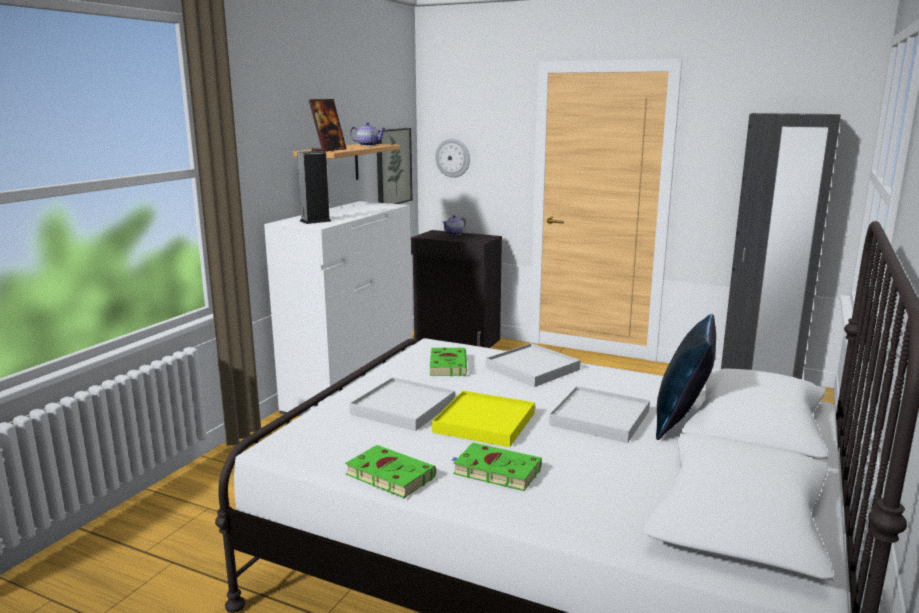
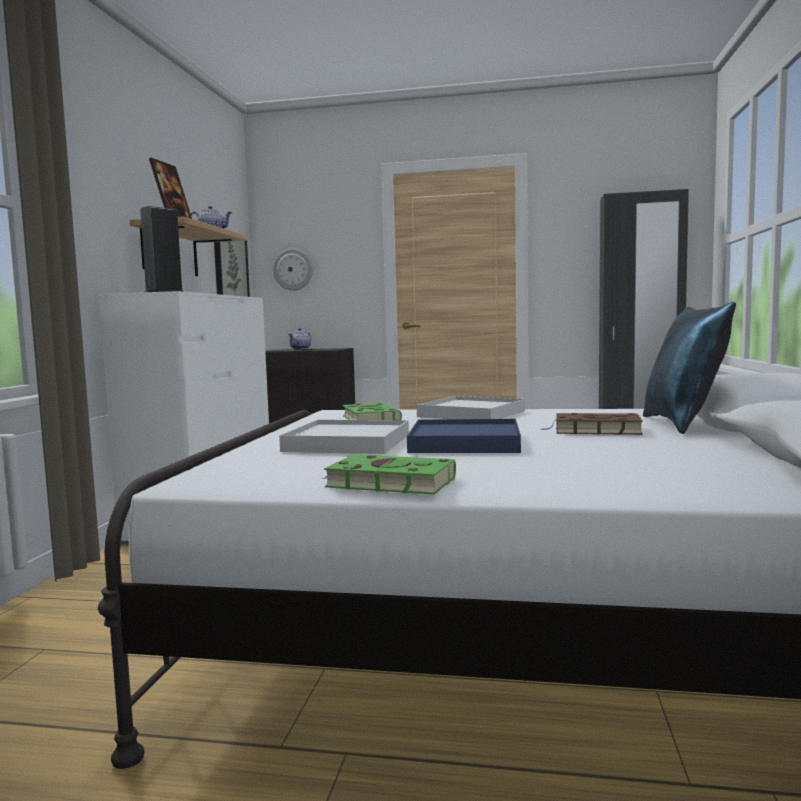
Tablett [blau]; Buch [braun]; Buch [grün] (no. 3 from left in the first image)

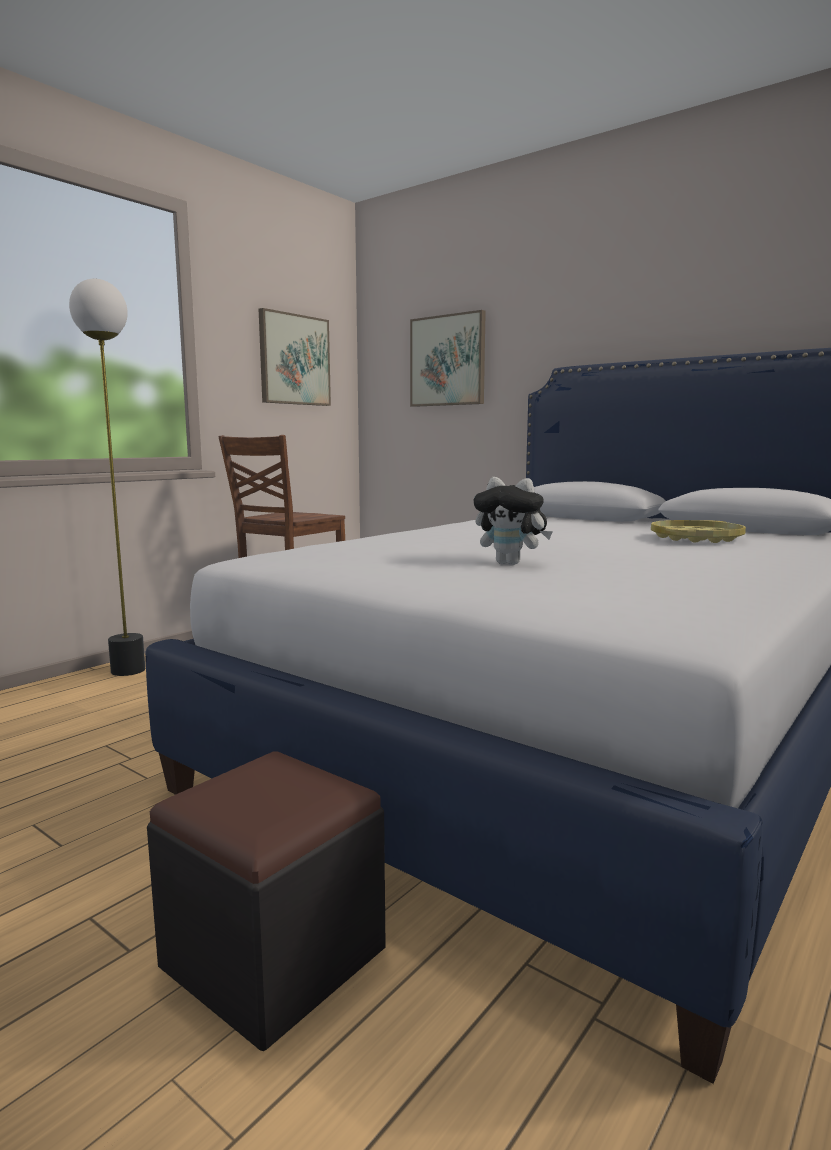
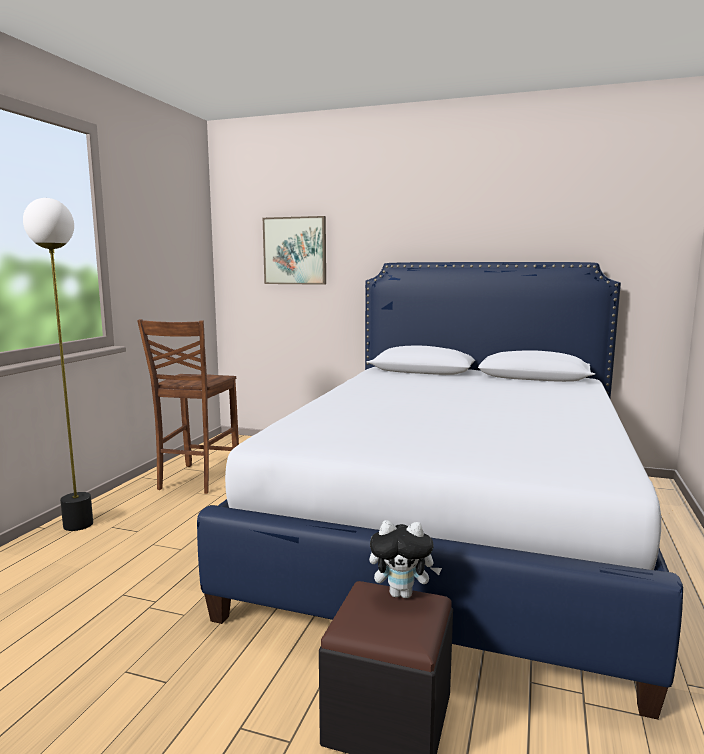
Plüschtier; Bild (no. 1 from left in the first image); Tablett [gelb]

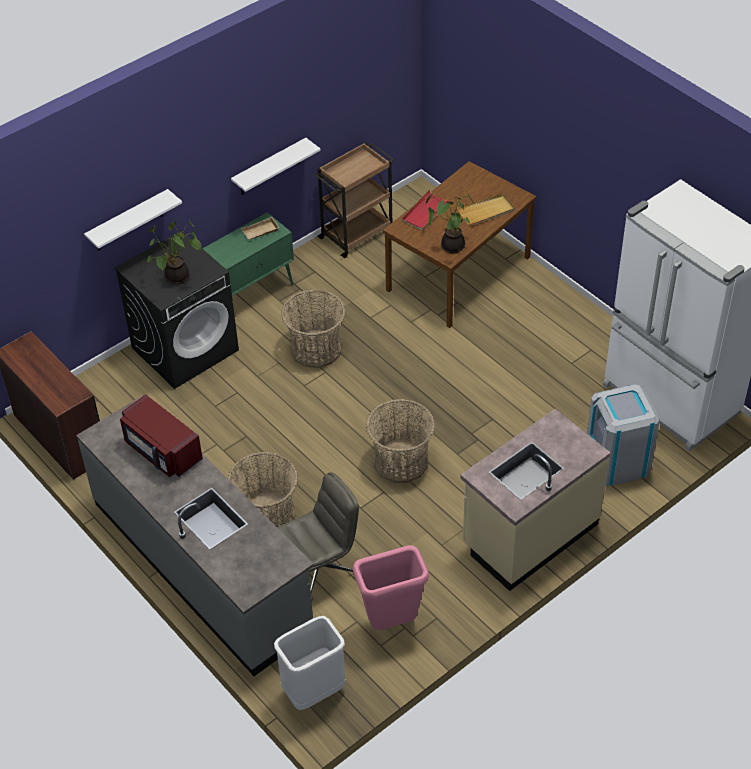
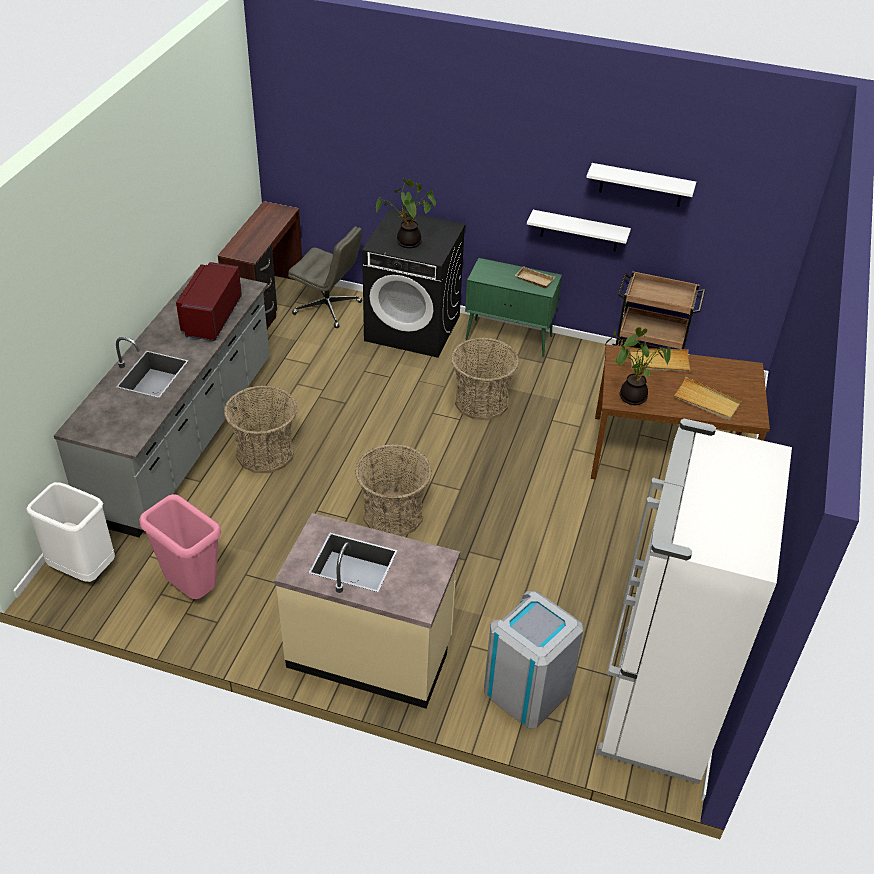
Bürostuhl [grau]; Wandregal [weiß] (no. 2 from left); Tablett [beige] (no. 2 from left)

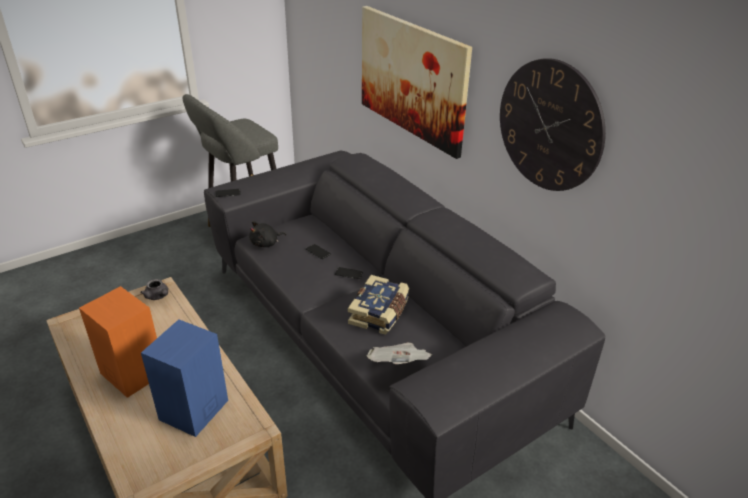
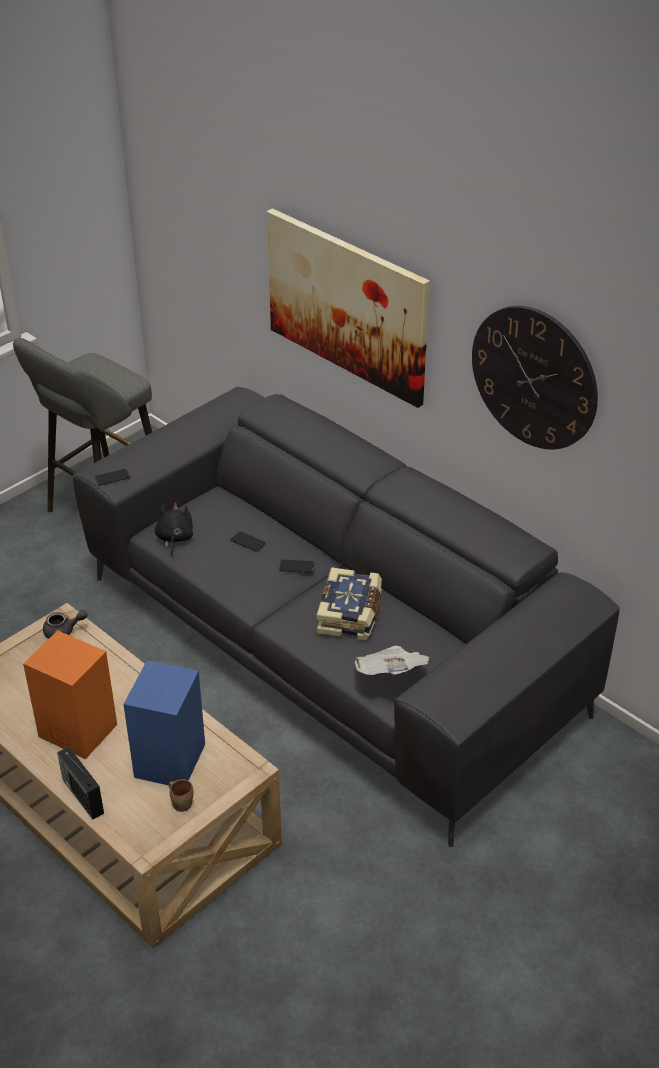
Teekanne [grau]; Radio; Plüschtier [schwarz]; Henkelbecher [braun]

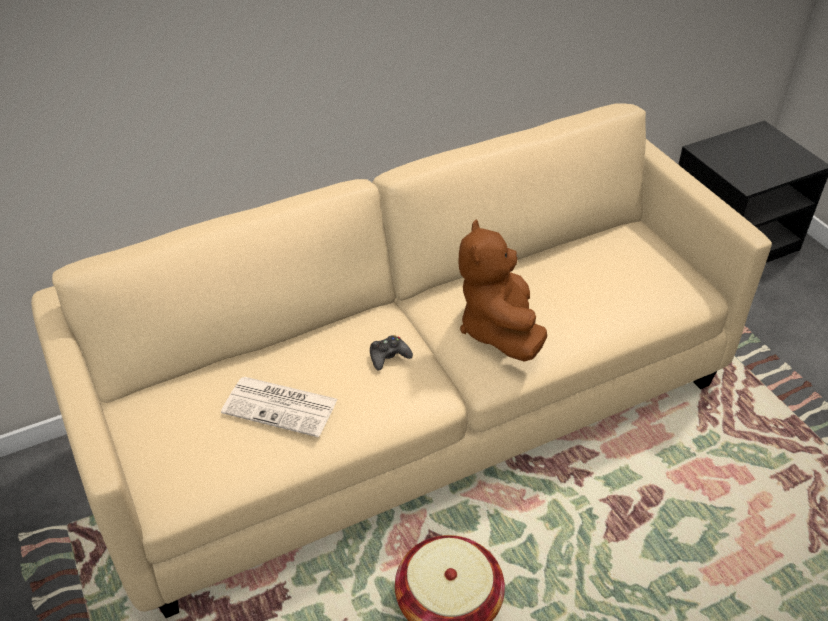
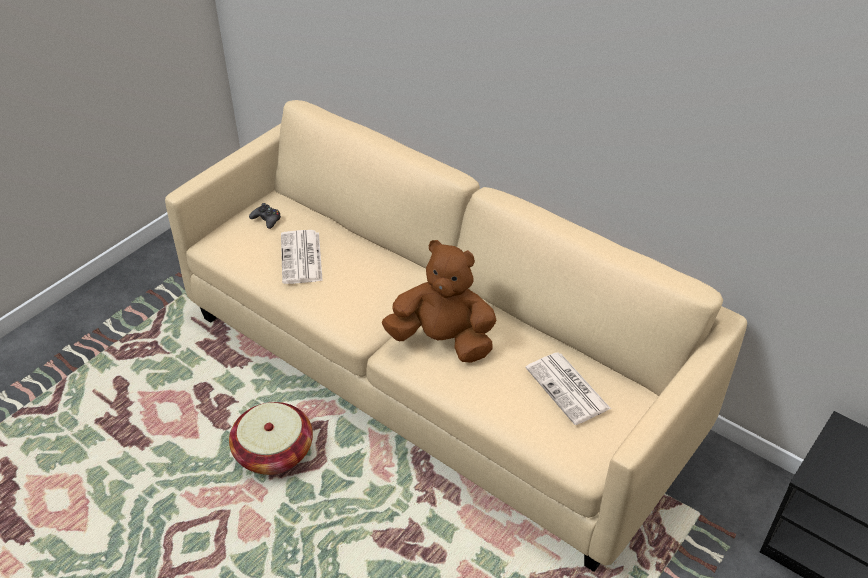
Gamepad [schwarz]; Plüschtier [braun]; Zeitung (no. 2 from left)

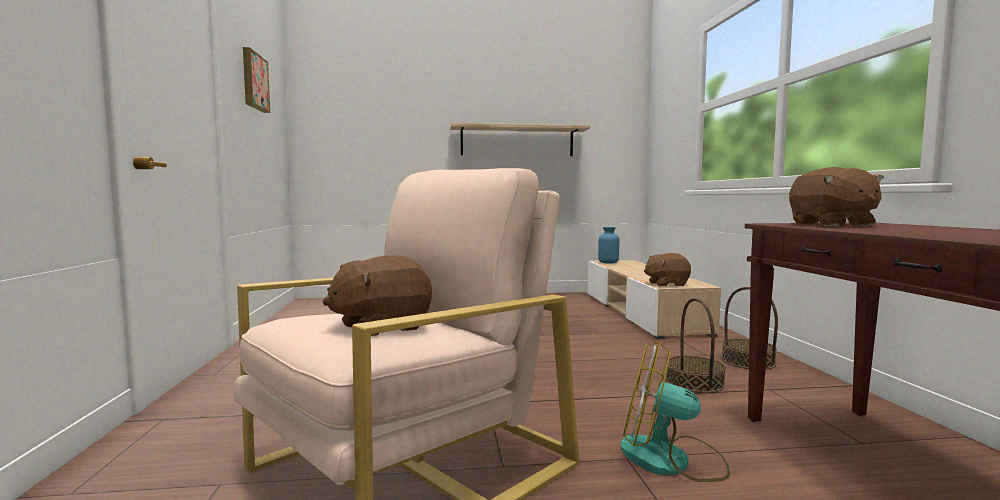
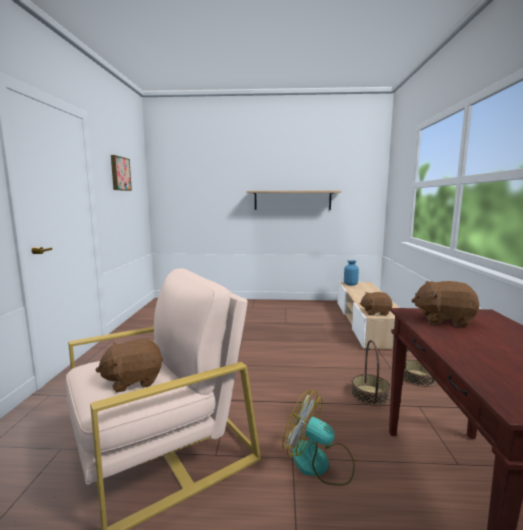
Plüschtier [braun] (no. 3 from left)

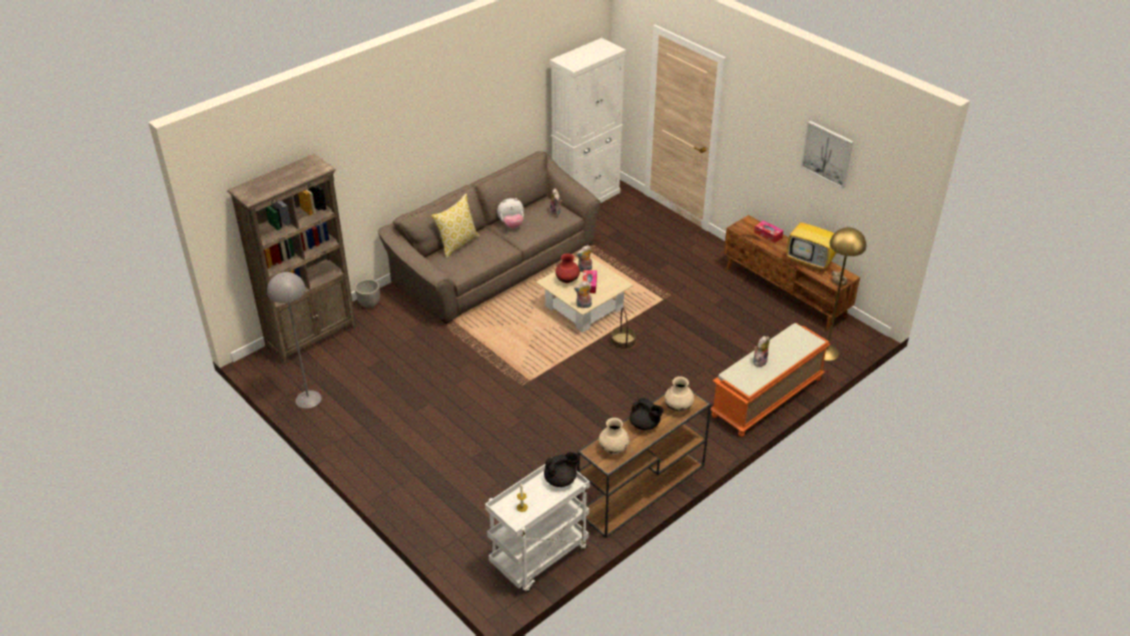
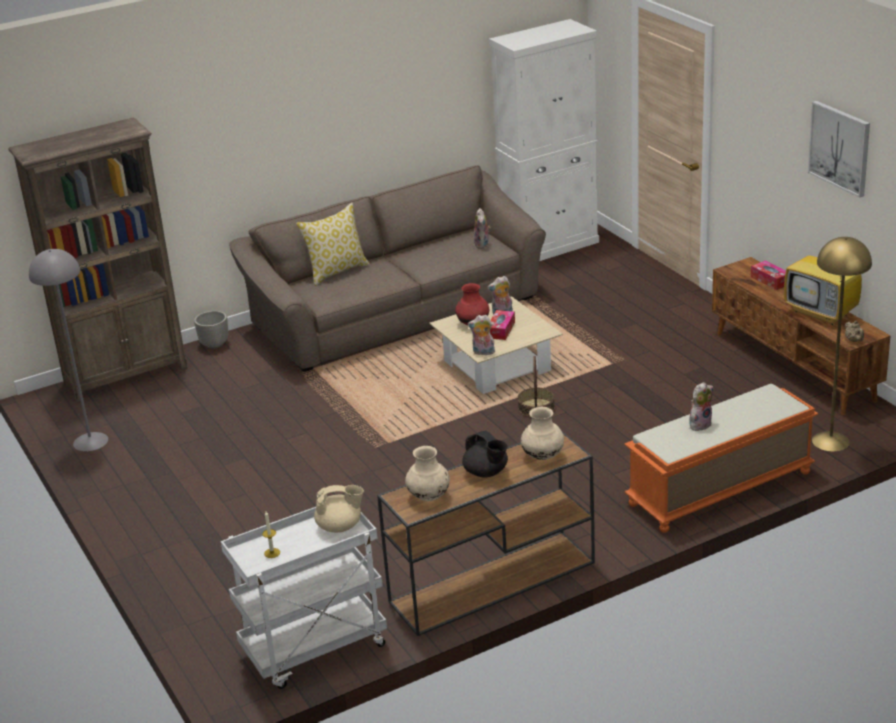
Teekanne [beige] (no. 1 from left); Plüschtier (no. 1 from left in the first image)

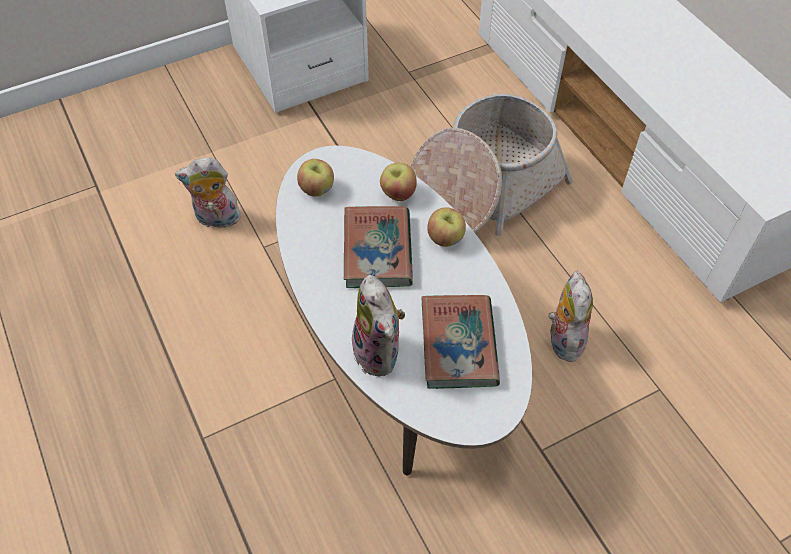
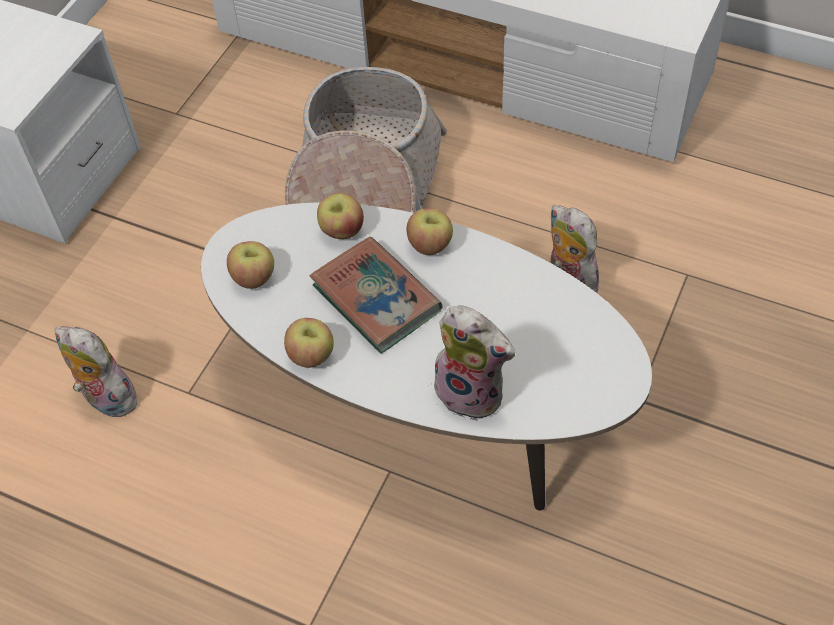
Plüschtier (no. 1 from left); Apfel (no. 2 from left); Buch (no. 2 from left in the first image)

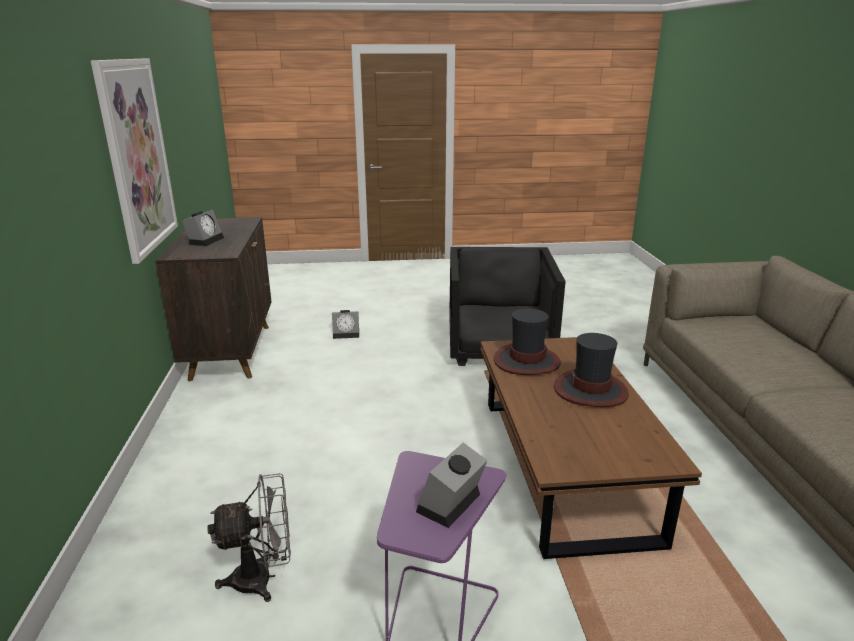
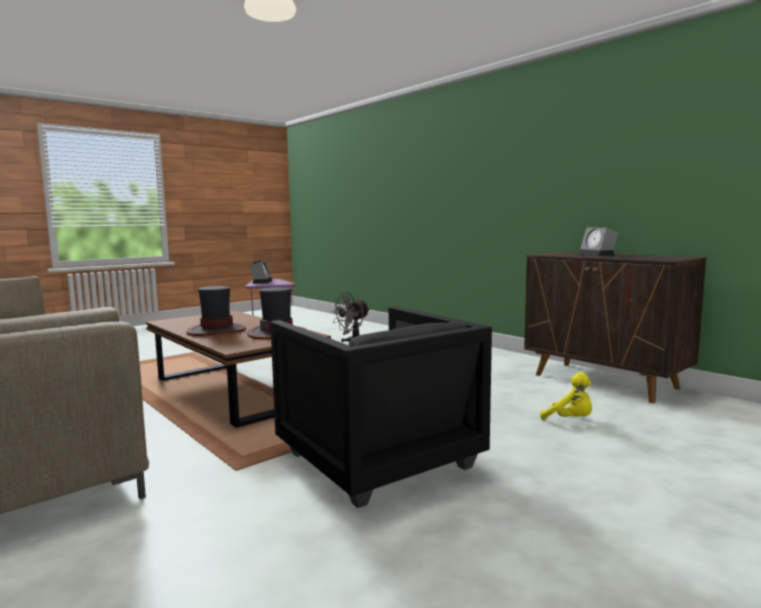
Plüschtier [gelb]; Bild

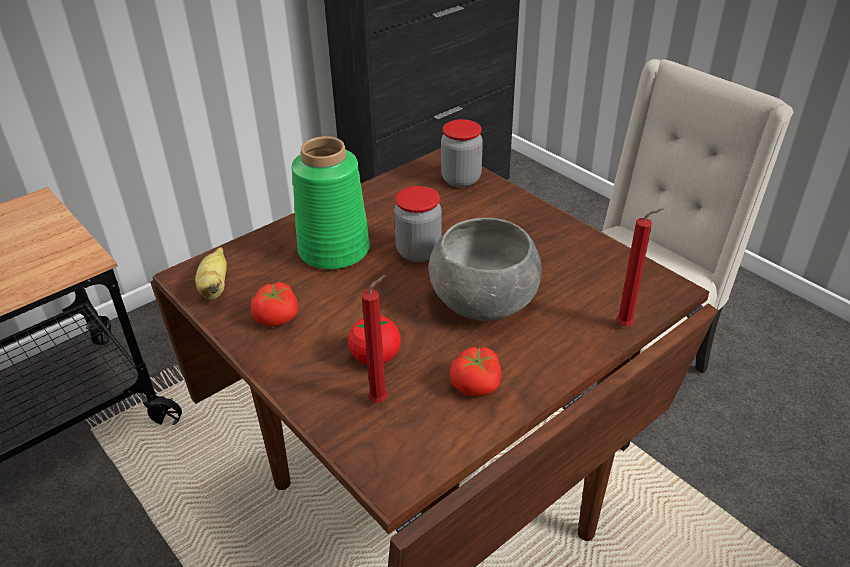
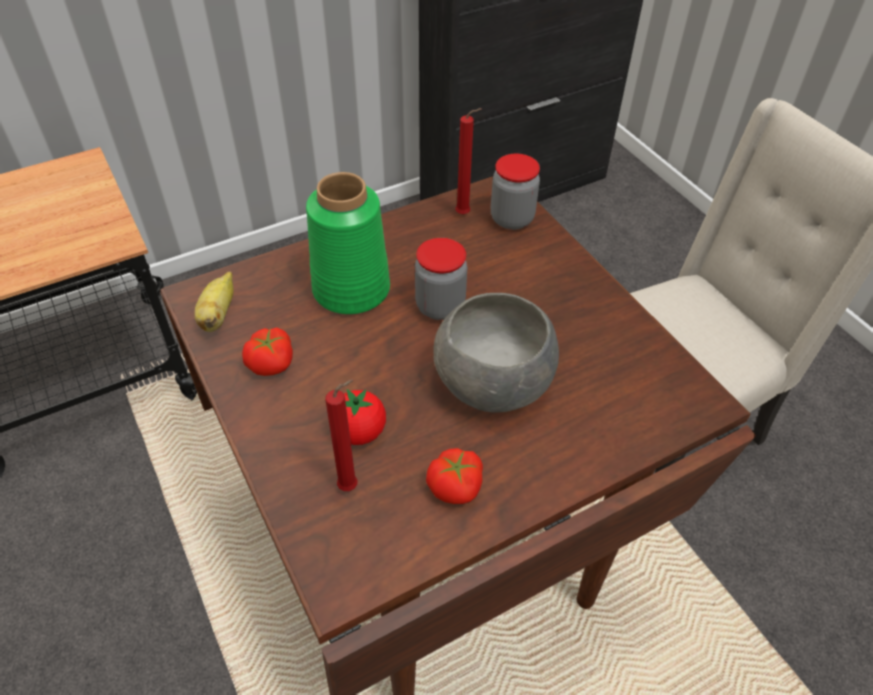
Kerze [rot] (no. 2 from left)

